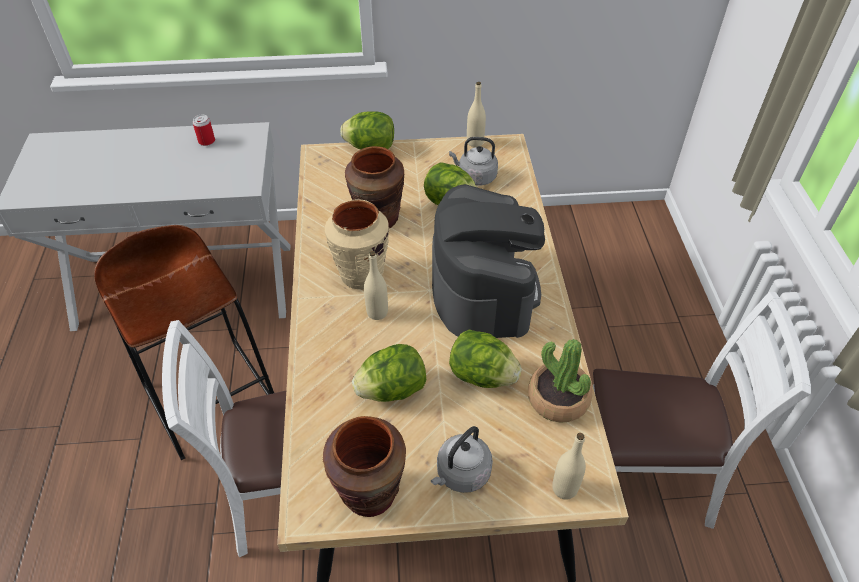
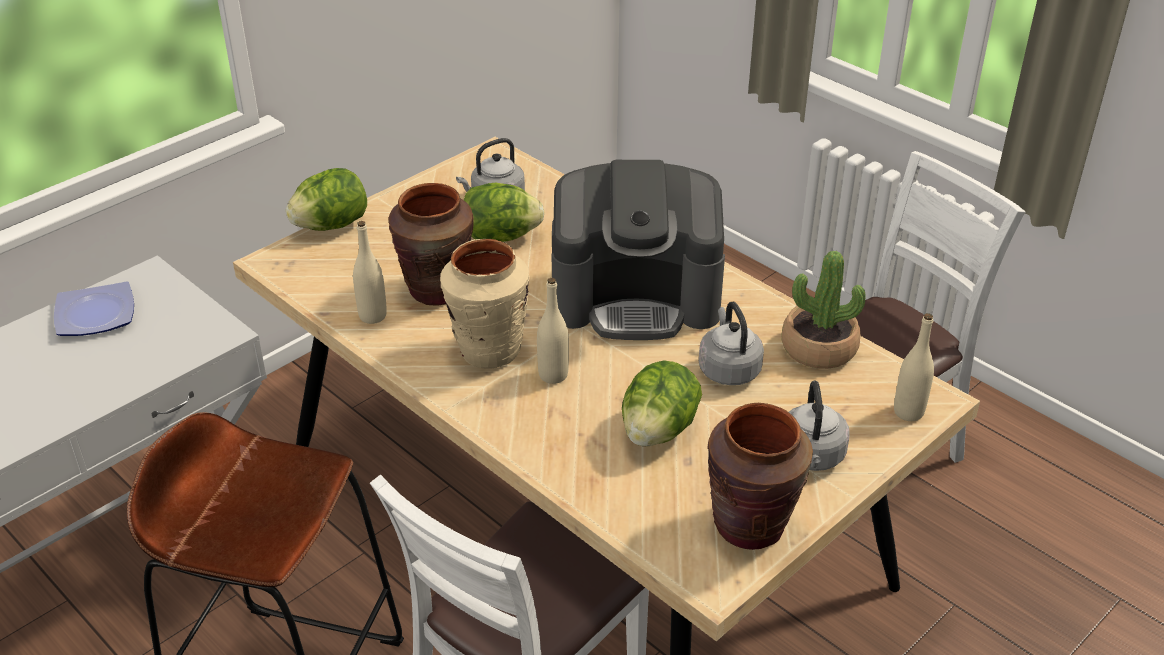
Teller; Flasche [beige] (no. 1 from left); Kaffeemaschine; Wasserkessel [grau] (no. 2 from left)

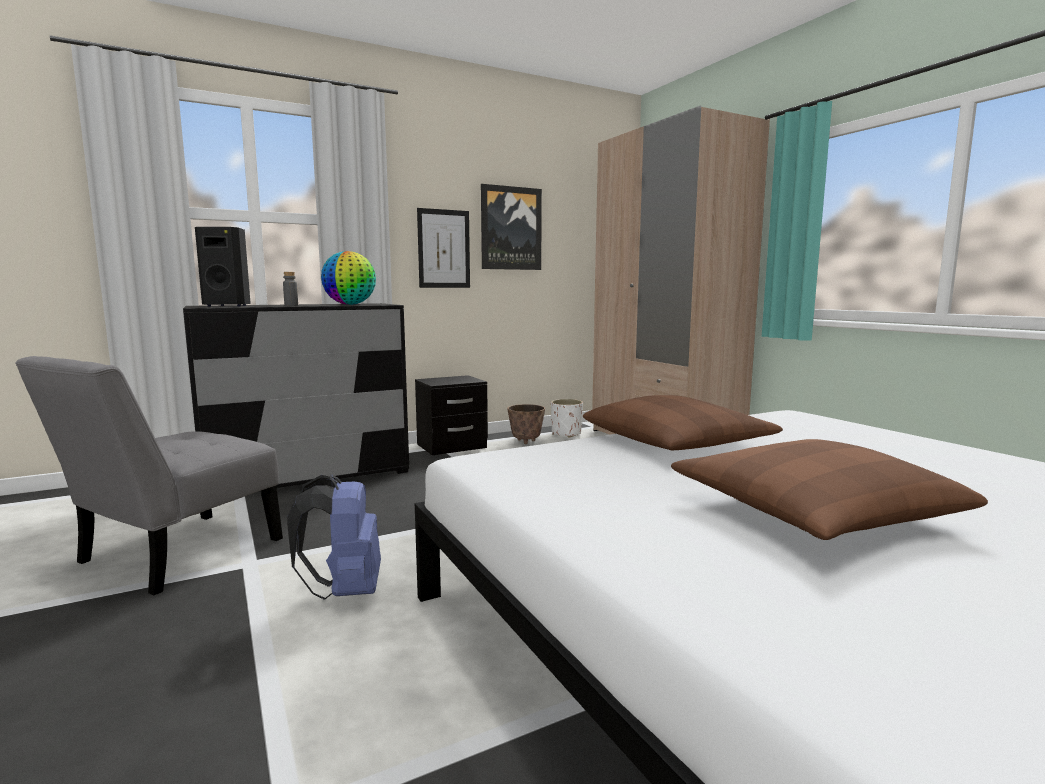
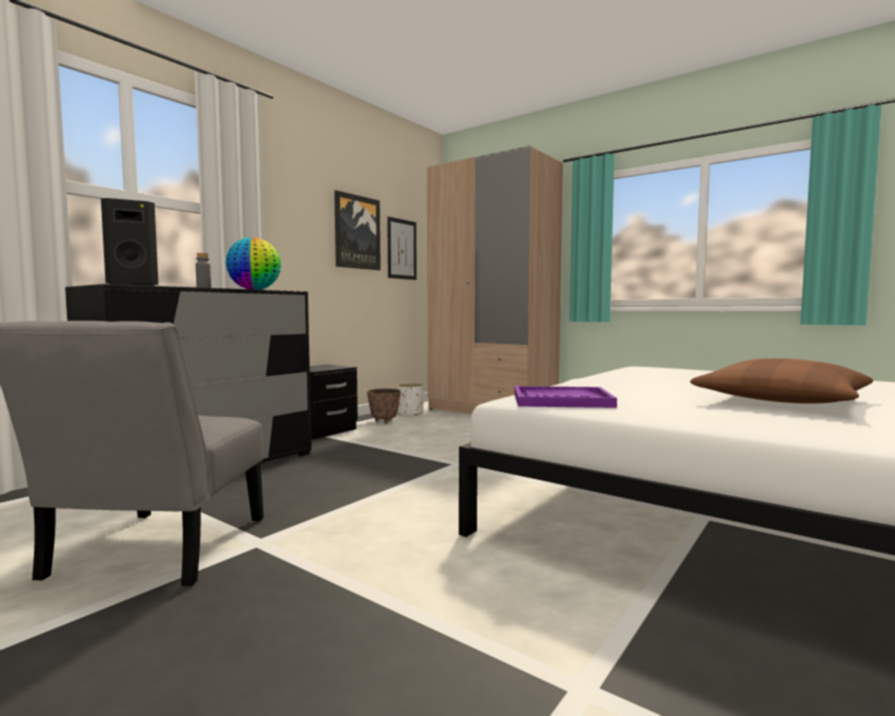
Bild (no. 2 from left); Tablett [lila]; Rucksack [blau]; Kissen [braun] (no. 1 from left in the first image)

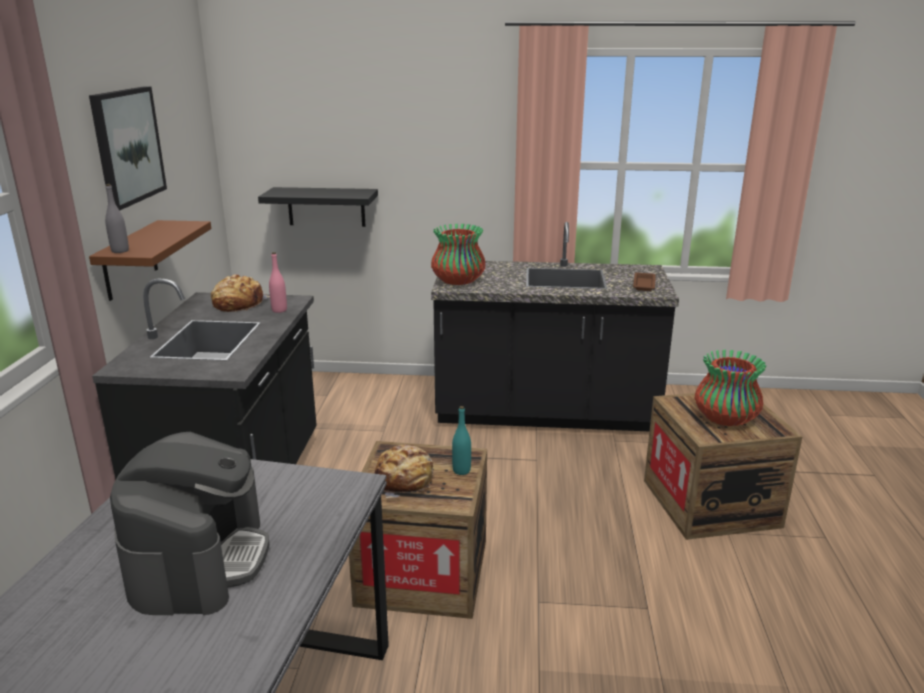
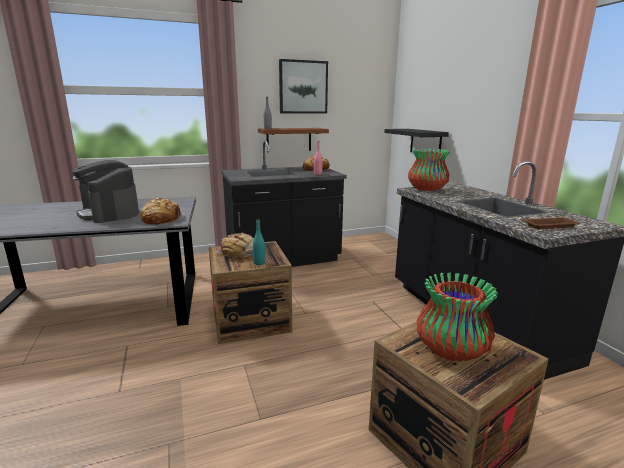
Kaffeemaschine; Brot (no. 1 from left)

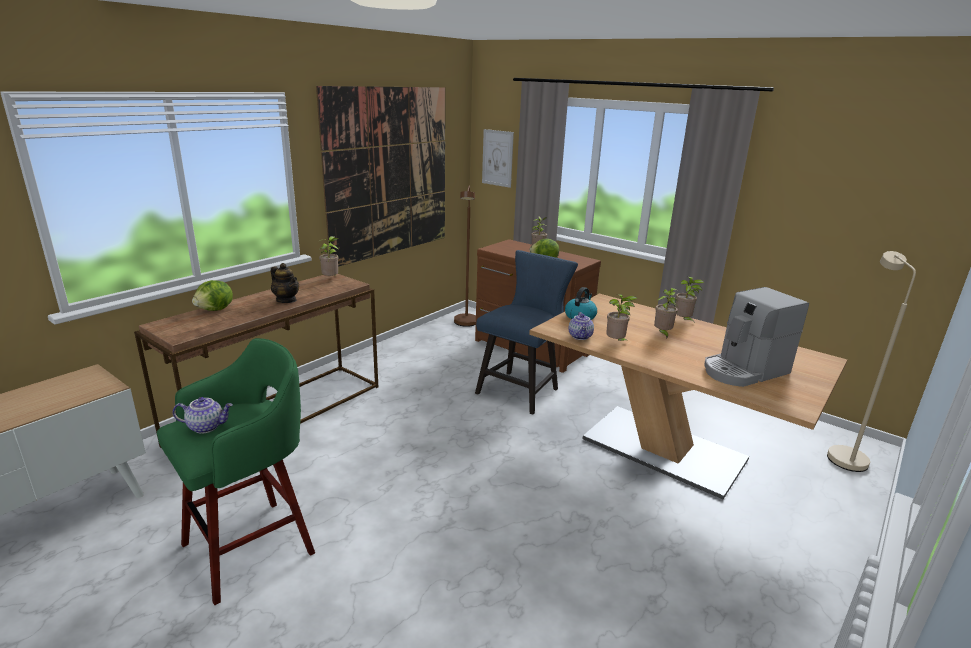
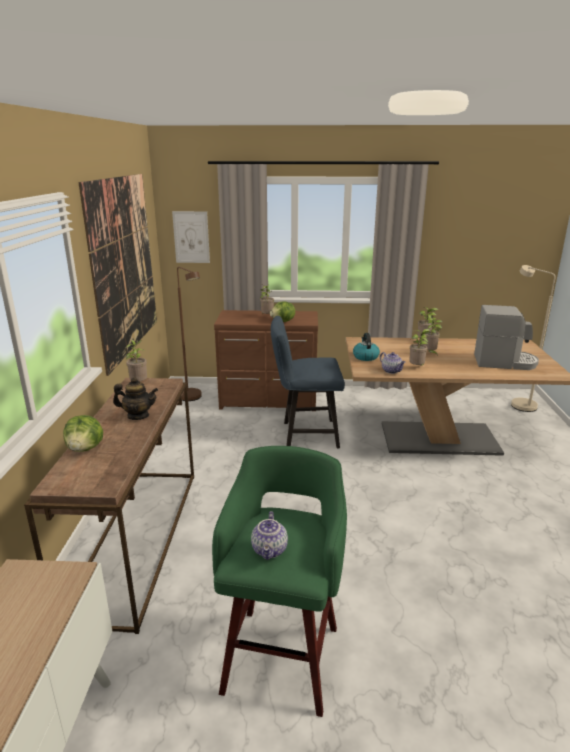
Teekanne (no. 2 from left); Stuhl [blau]; Kaffeemaschine

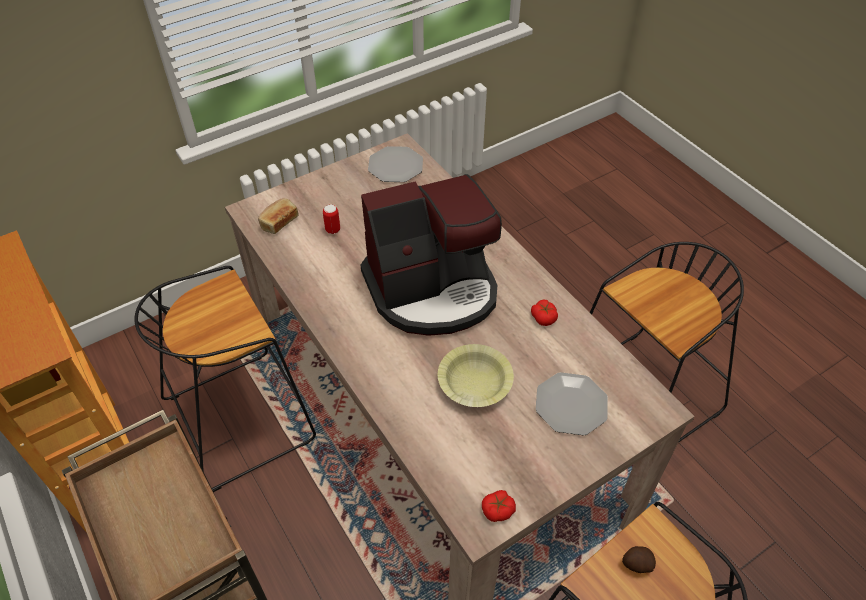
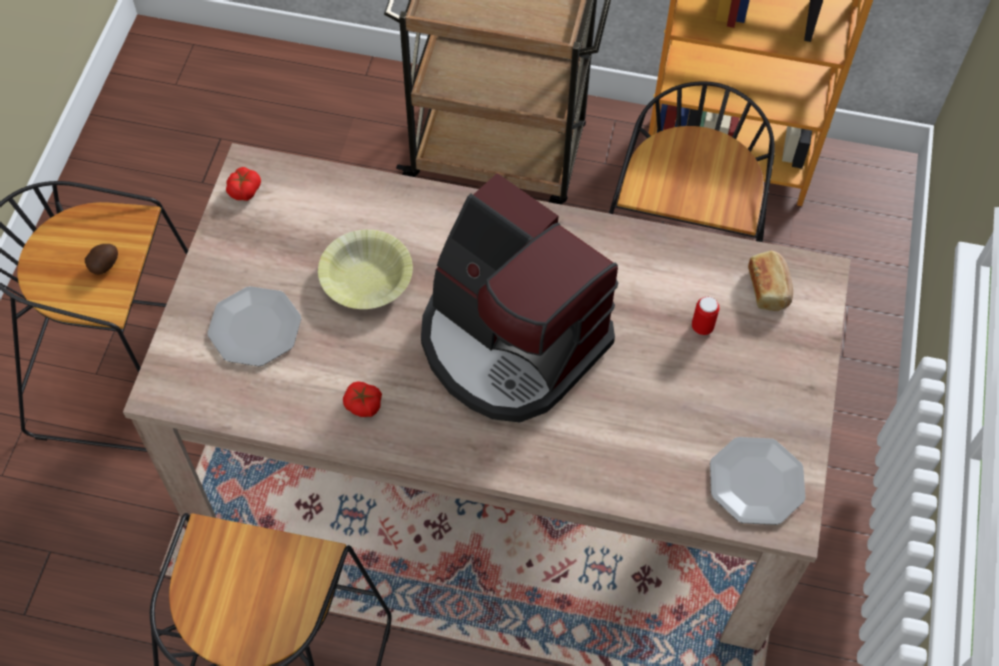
Kaffeemaschine

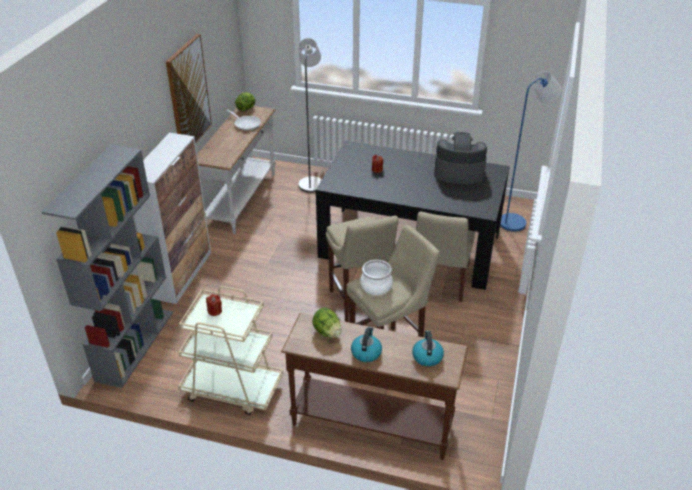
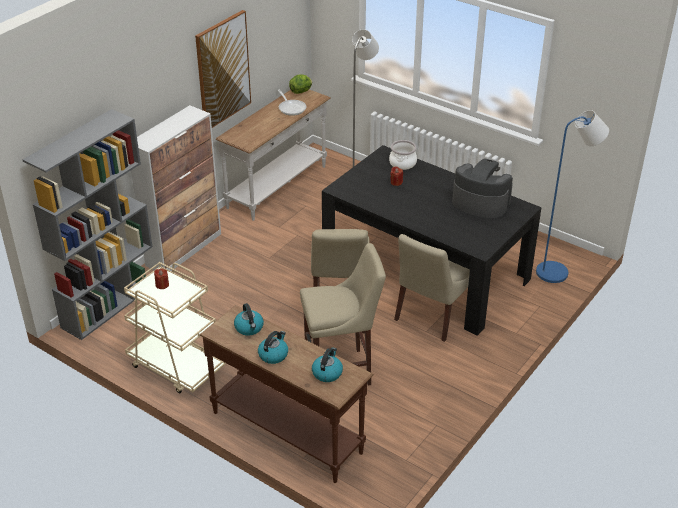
Wasserkessel (no. 1 from left); Kochtopf

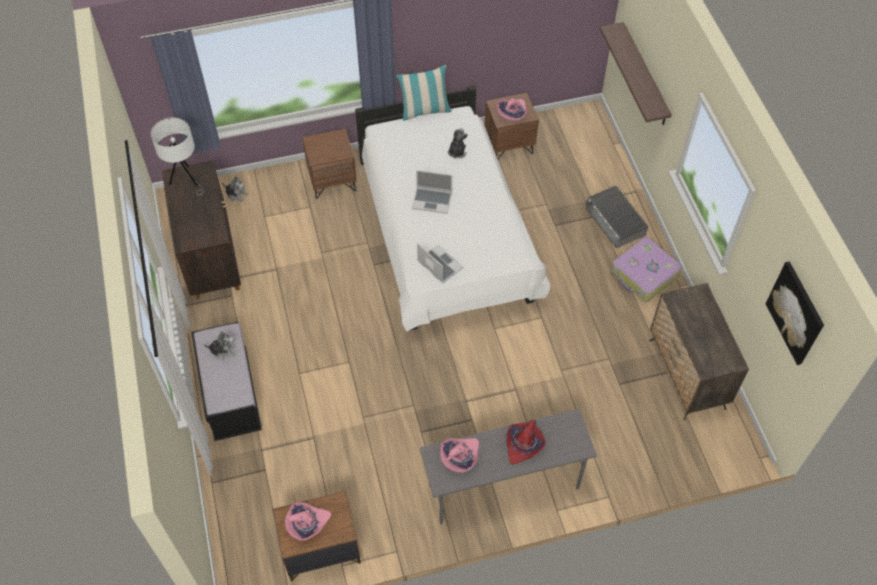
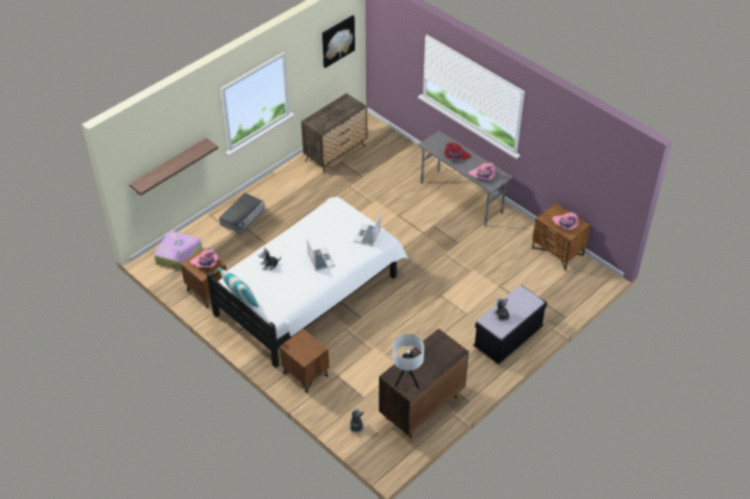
Koffer

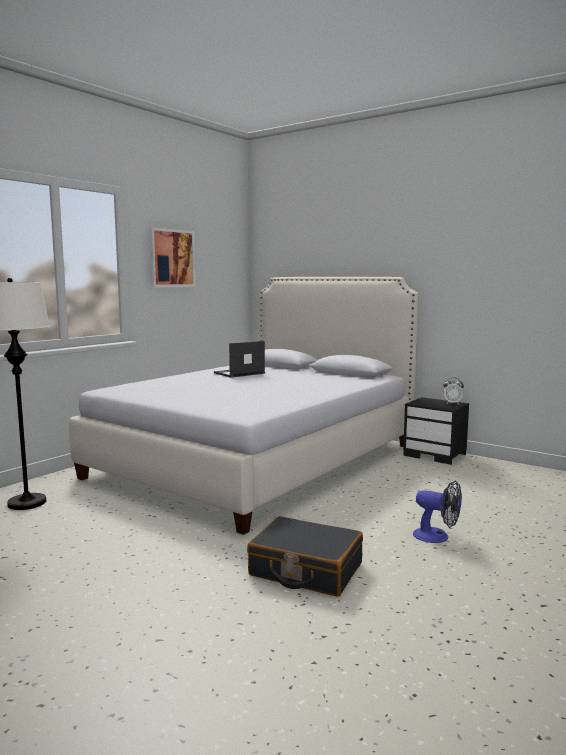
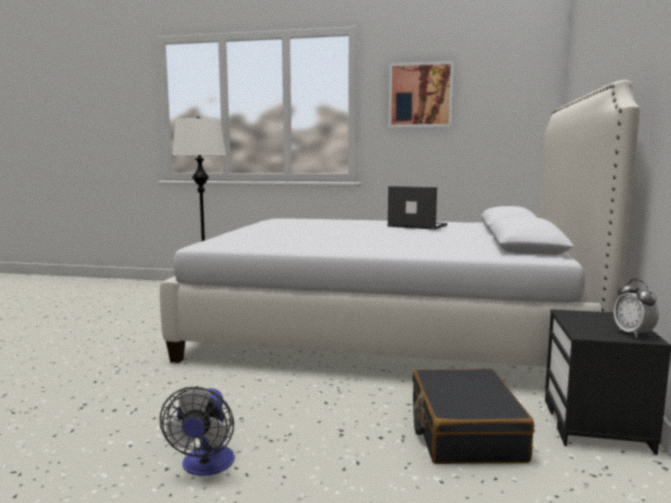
Koffer [schwarz]

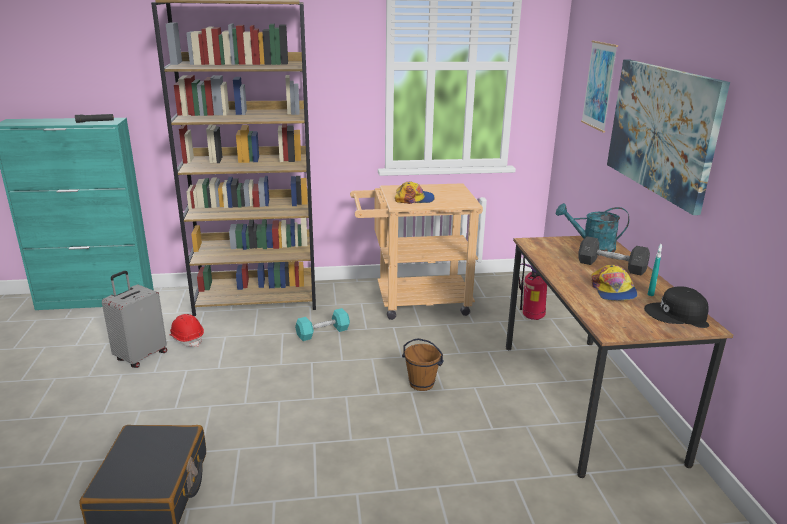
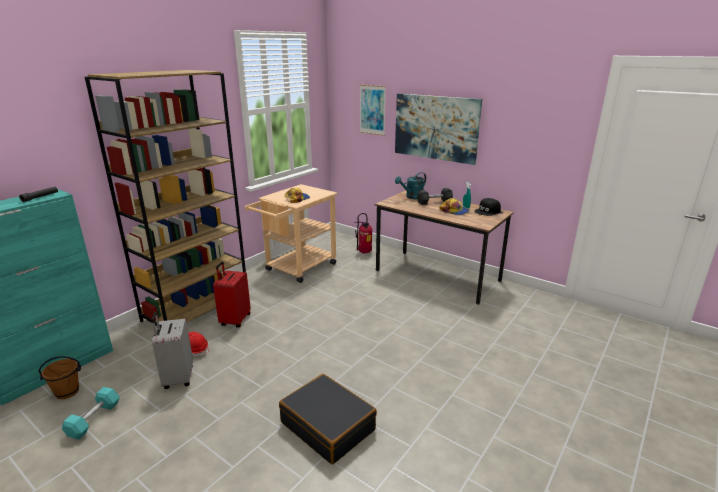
Eimer [braun]; Hantel [türkis]; Koffer [rot]

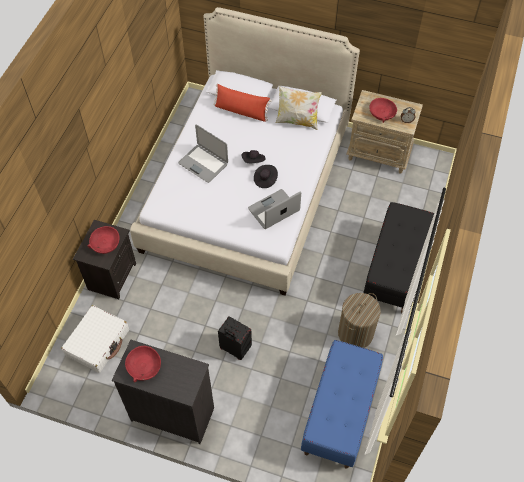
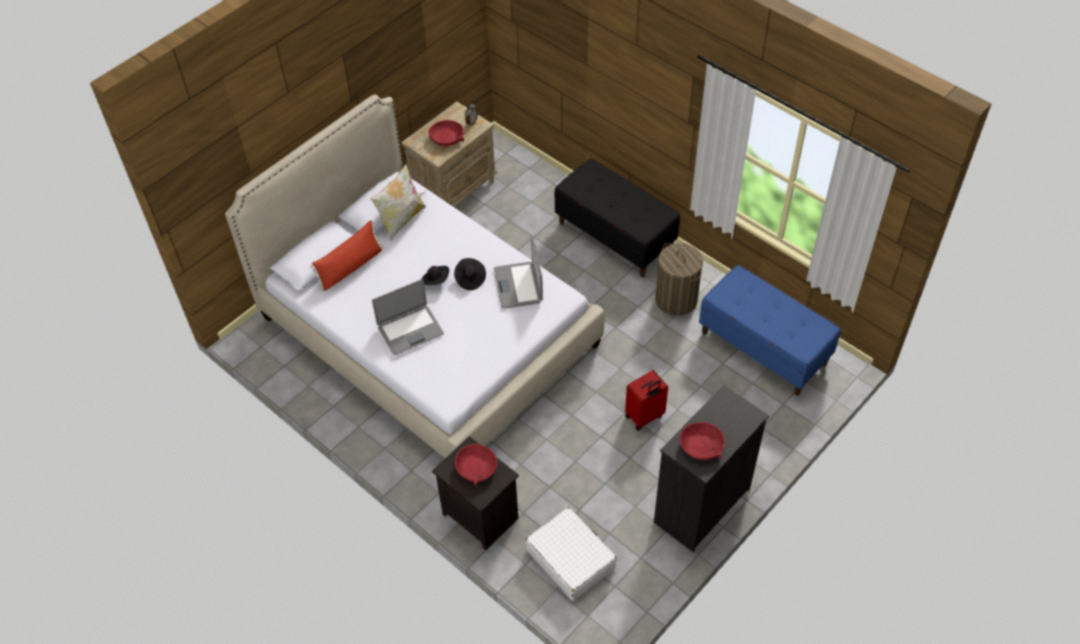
Koffer [rot]

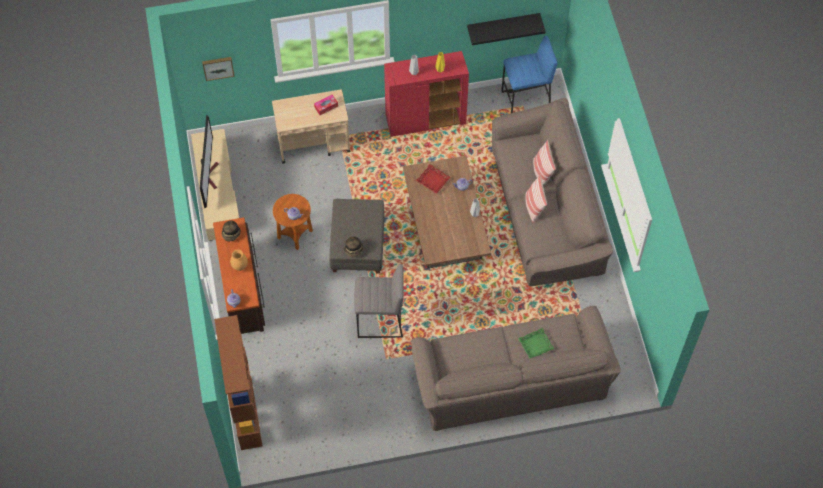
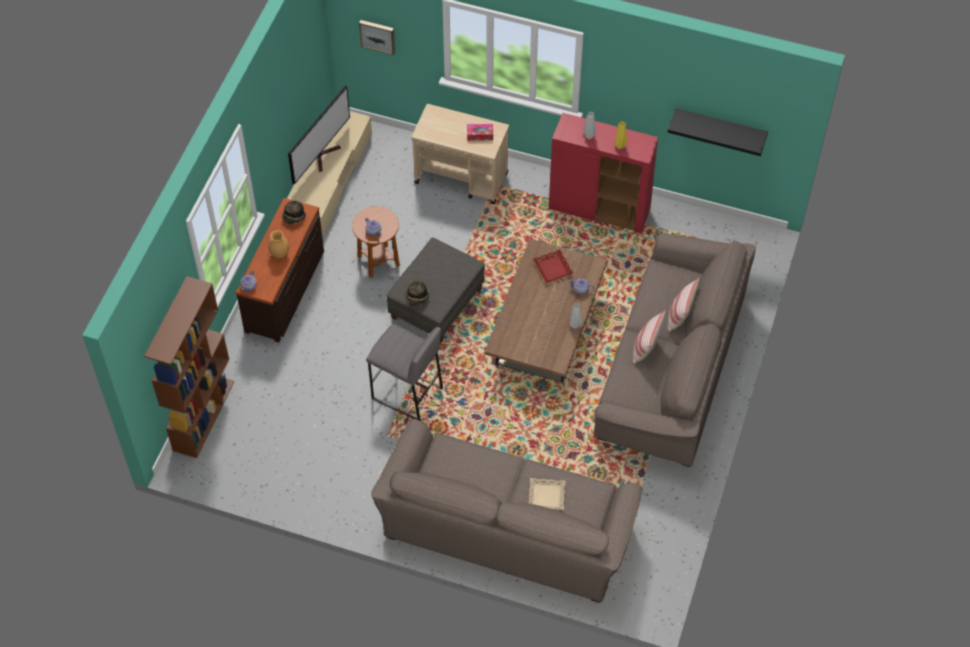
Tablett [beige]; Hocker [blau]

